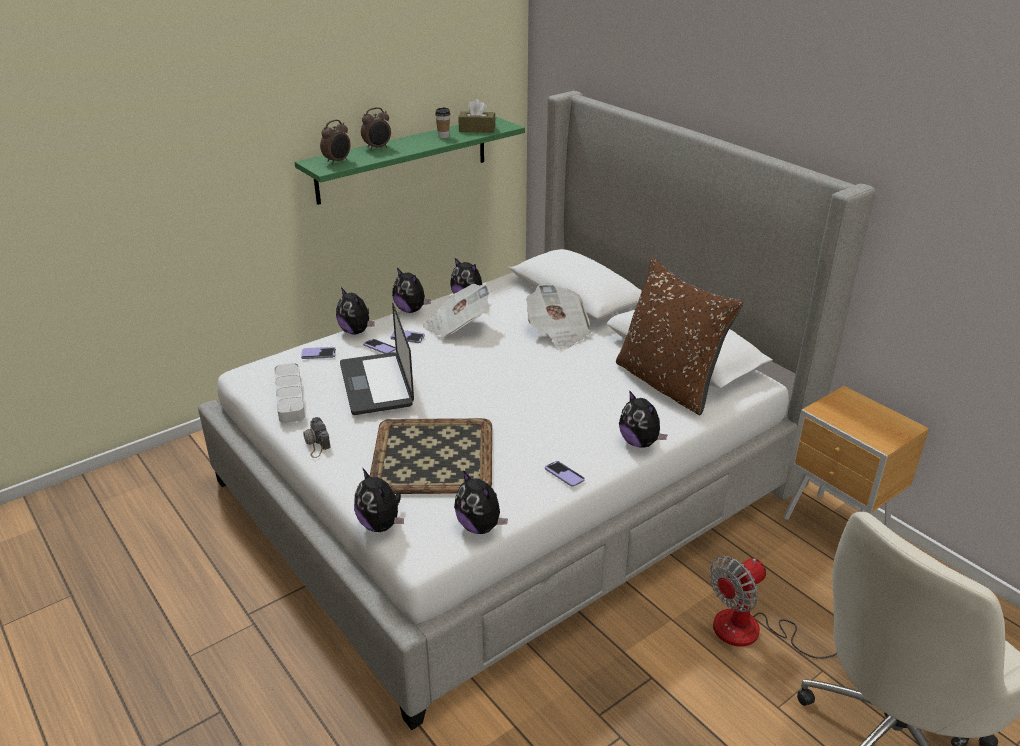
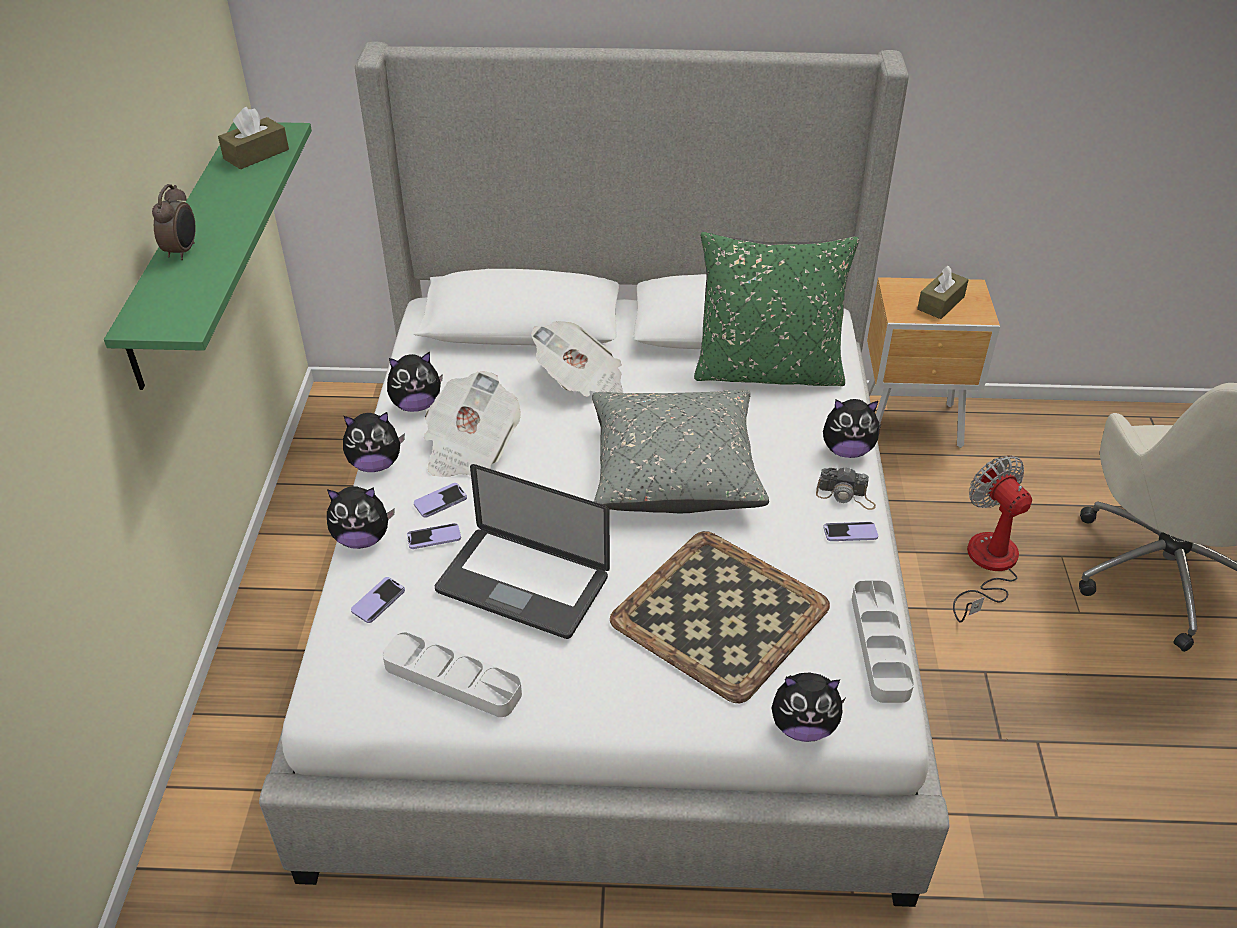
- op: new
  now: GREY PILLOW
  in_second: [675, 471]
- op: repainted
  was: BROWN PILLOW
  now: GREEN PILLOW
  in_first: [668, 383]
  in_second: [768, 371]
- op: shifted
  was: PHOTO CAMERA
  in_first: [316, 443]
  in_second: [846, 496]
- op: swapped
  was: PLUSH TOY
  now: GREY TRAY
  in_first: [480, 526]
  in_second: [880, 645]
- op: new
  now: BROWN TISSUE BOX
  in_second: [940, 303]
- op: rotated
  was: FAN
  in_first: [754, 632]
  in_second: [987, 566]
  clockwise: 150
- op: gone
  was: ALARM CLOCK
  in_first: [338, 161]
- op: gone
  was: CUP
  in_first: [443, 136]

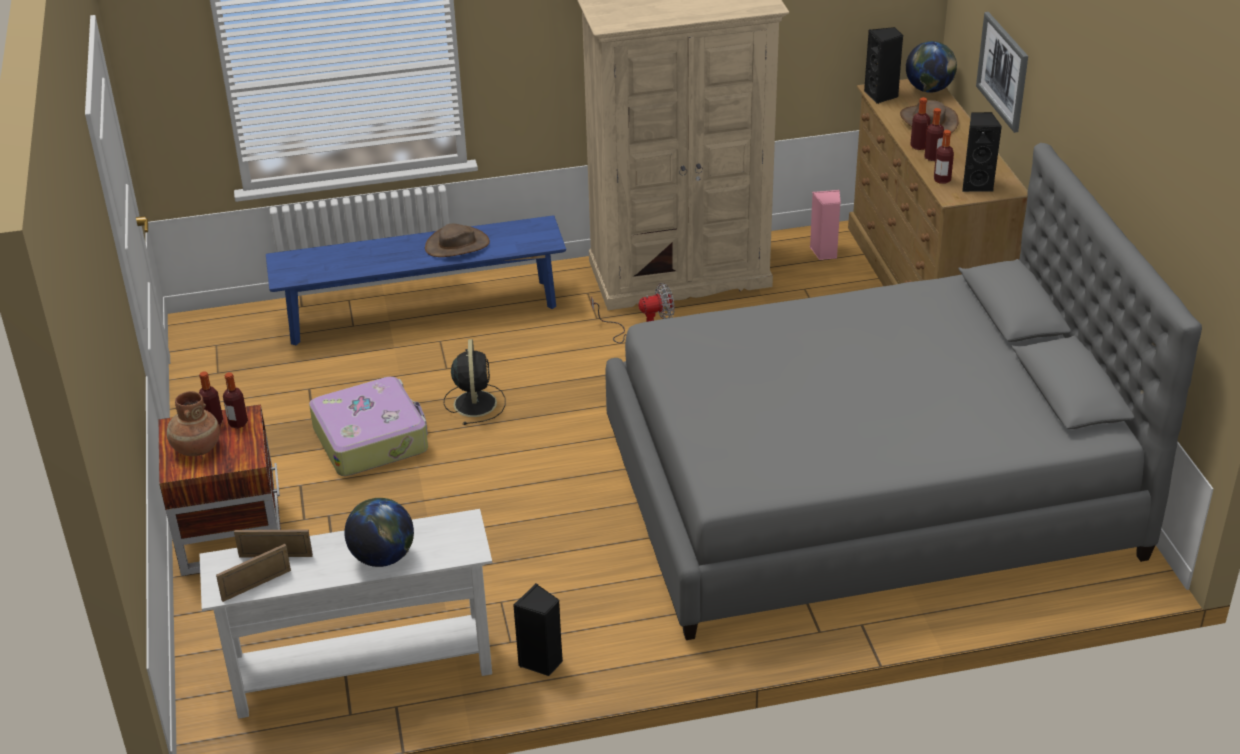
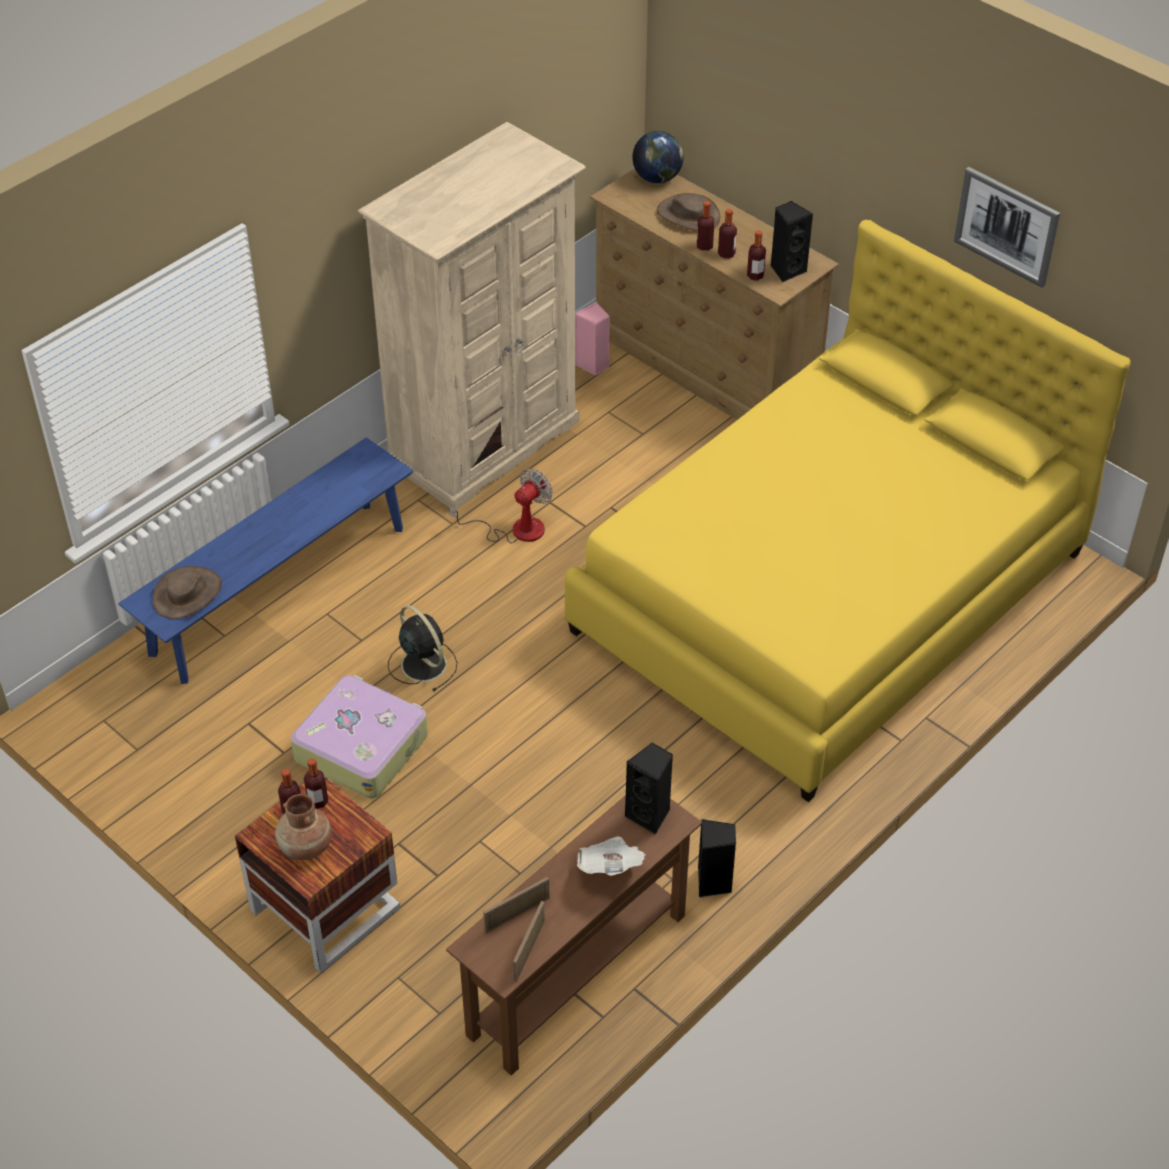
- op: shifted
  was: BROWN HAT
  in_first: [457, 245]
  in_second: [188, 594]
- op: repainted
  was: WHITE CONSOLE TABLE
  now: BROWN CONSOLE TABLE
  in_first: [363, 674]
  in_second: [578, 975]
- op: repainted
  was: GREY BED
  now: YELLOW BED
  in_first: [868, 491]
  in_second: [830, 592]
- op: swapped
  was: GLOBE
  now: NEWSPAPER
  in_first: [383, 557]
  in_second: [610, 867]
- op: shifted
  was: BLACK SPEAKER
  in_first: [882, 95]
  in_second: [650, 815]
- op: shifted
  was: PICTURE
  in_first: [1003, 71]
  in_second: [1007, 226]

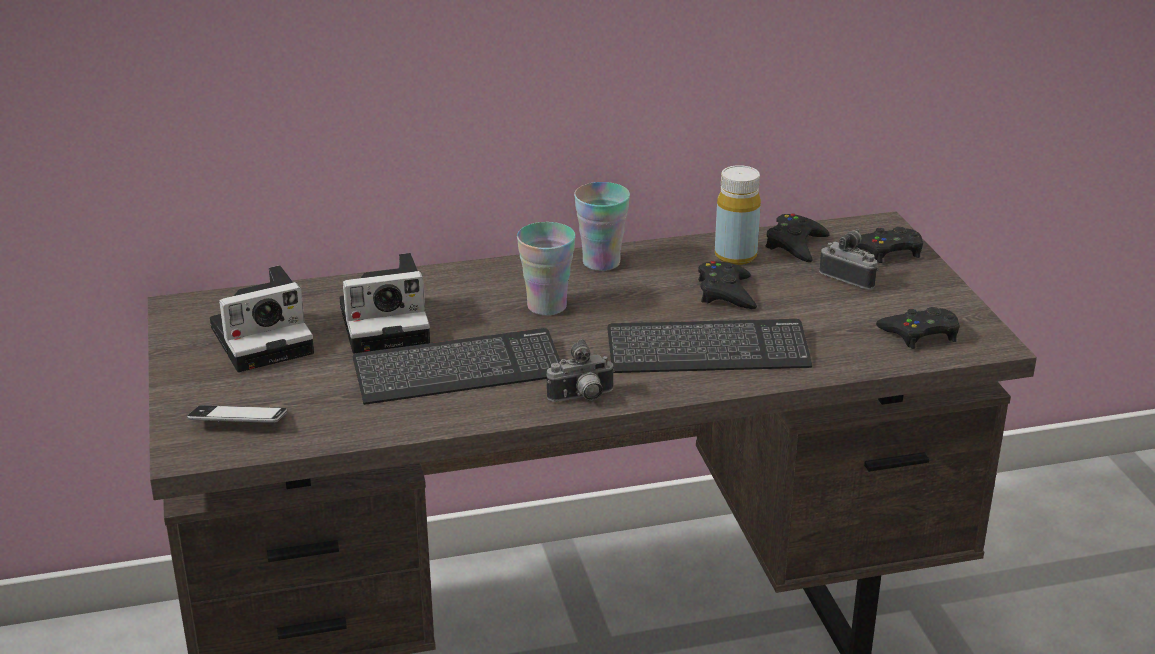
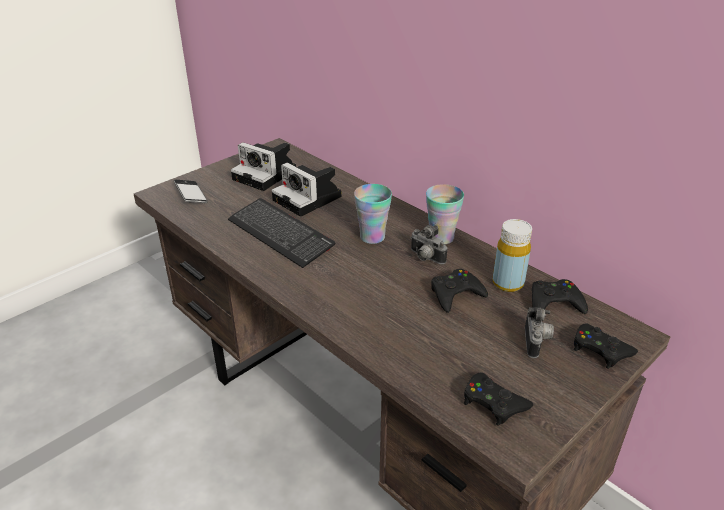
- op: shifted
  was: PHOTO CAMERA
  in_first: [582, 398]
  in_second: [425, 258]
- op: gone
  was: KEYBOARD
  in_first: [707, 351]

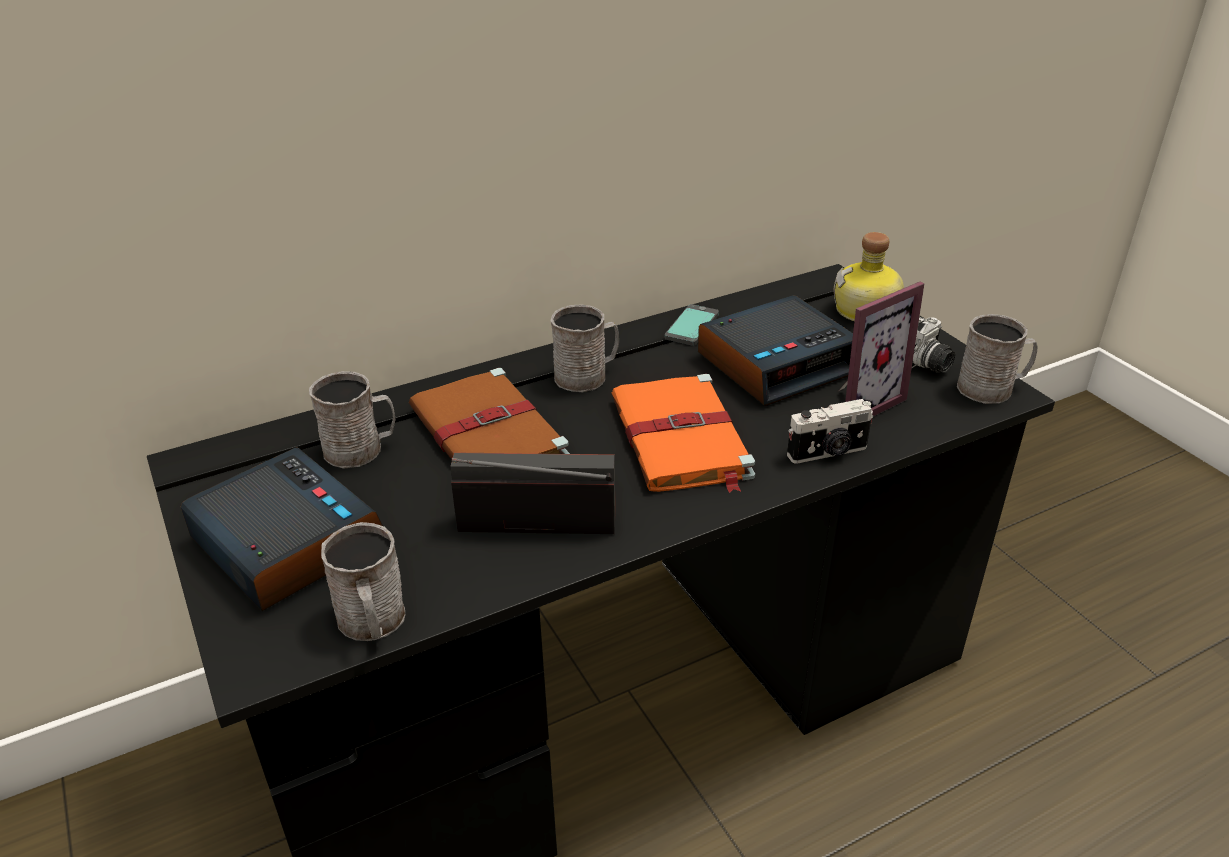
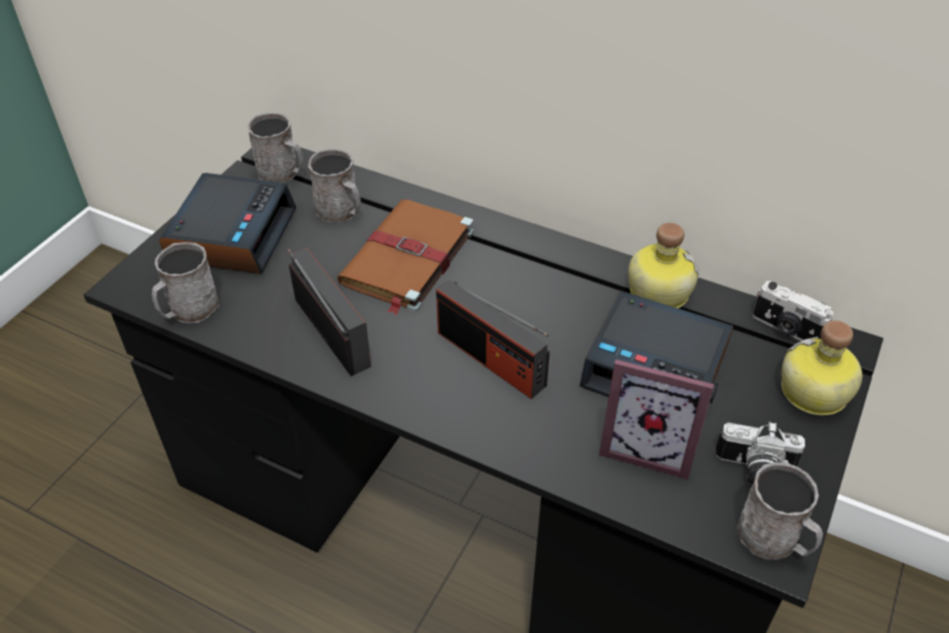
- op: shifted
  was: GREY MUG
  in_first: [587, 376]
  in_second: [282, 173]
- op: swapped
  was: ORANGE BOOK
  now: RADIO
  in_first: [681, 439]
  in_second: [491, 359]
- op: swapped
  was: PHONE
  now: BOTTLE
  in_first: [691, 326]
  in_second: [657, 291]
- op: shifted
  was: PHOTO CAMERA
  in_first: [828, 453]
  in_second: [786, 330]

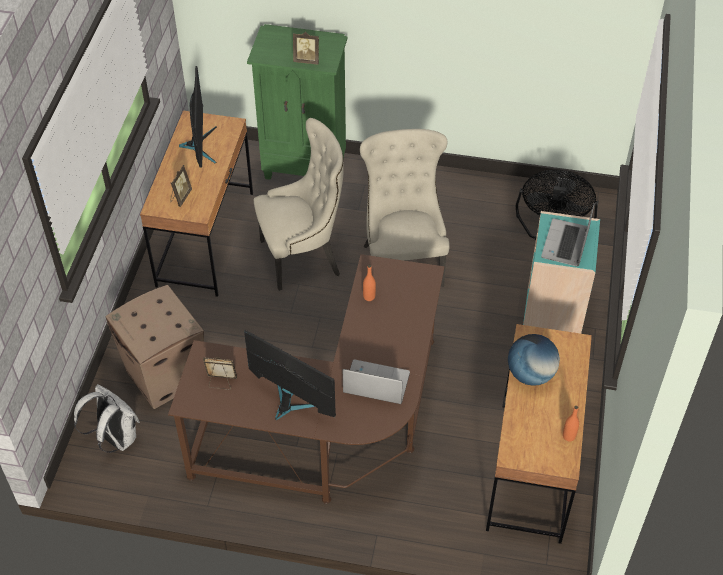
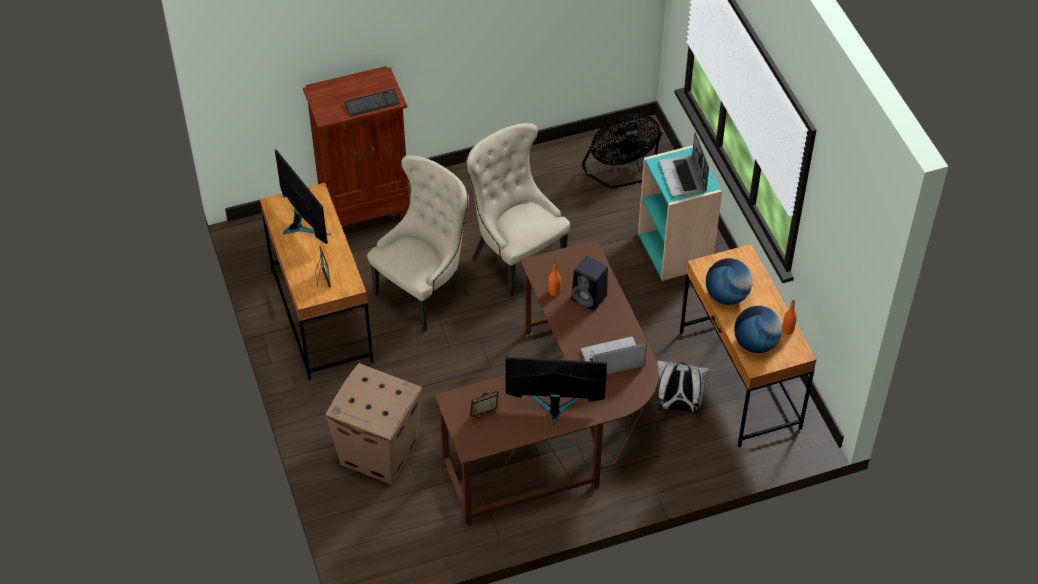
- op: repainted
  was: GREEN CABINET
  now: BROWN CABINET
  in_first: [304, 170]
  in_second: [365, 213]
- op: swapped
  was: PICTURE FRAME
  now: KEYBOARD
  in_first: [307, 60]
  in_second: [372, 104]
- op: new
  now: BLACK SPEAKER
  in_second: [590, 298]
- op: shifted
  was: WHITE BACKPACK
  in_first: [115, 438]
  in_second: [678, 406]
- op: new
  now: GLOBE
  in_second: [755, 344]

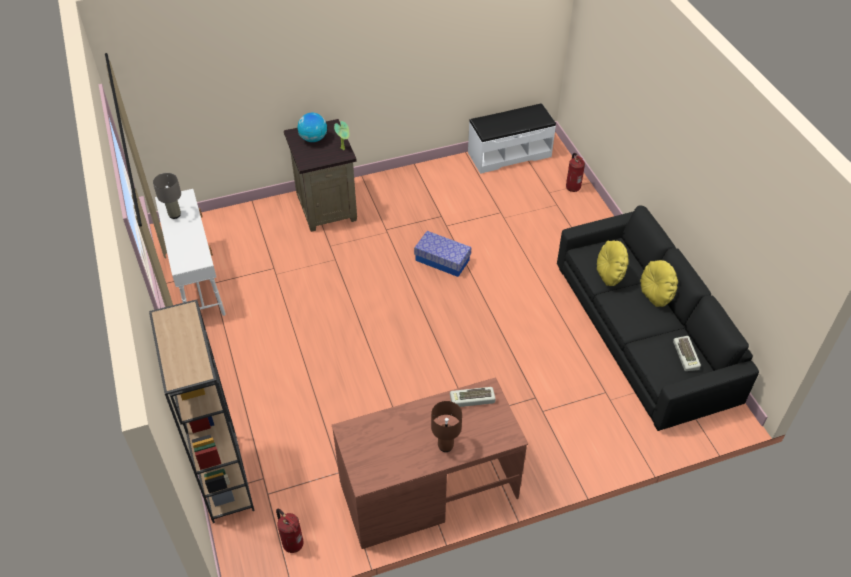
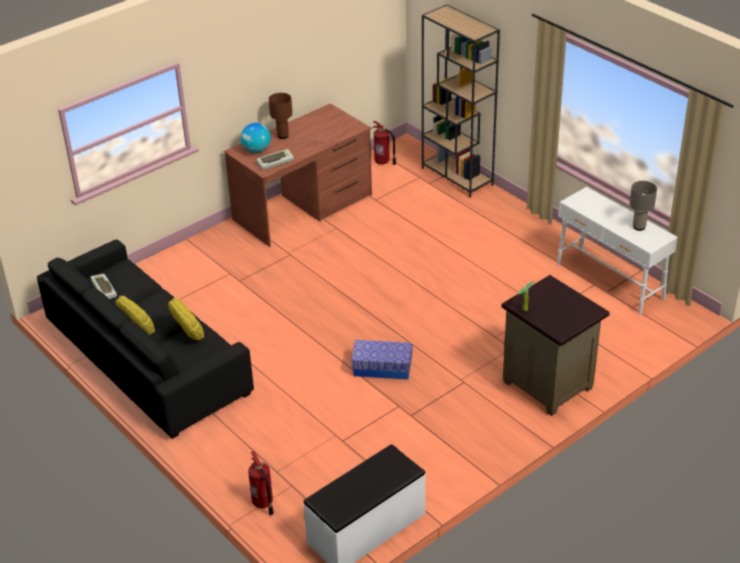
- op: shifted
  was: GLOBE
  in_first: [313, 139]
  in_second: [257, 150]

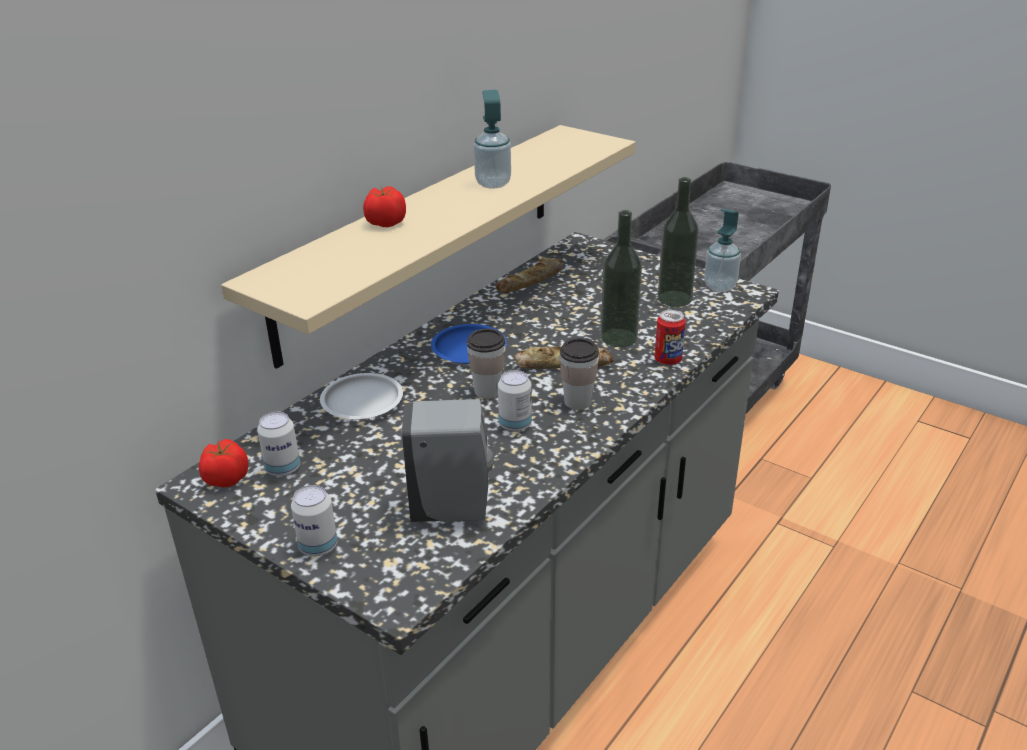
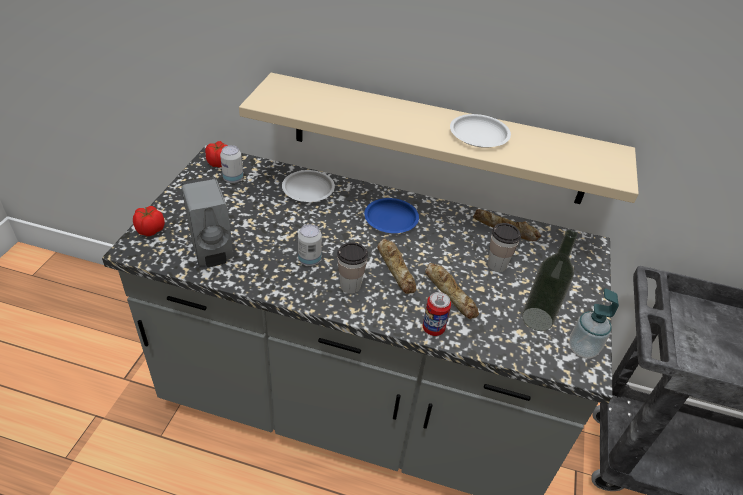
- op: shifted
  was: TOMATO
  in_first: [385, 223]
  in_second: [150, 230]
- op: swapped
  was: BOTTLE
  now: BREAD
  in_first: [618, 338]
  in_second: [450, 293]
- op: swapped
  was: SOAP DISPENSER
  now: WHITE PLATE
  in_first: [493, 183]
  in_second: [478, 135]
- op: shifted
  was: CUP
  in_first: [487, 391]
  in_second: [497, 265]
- op: gone
  was: CAN
  in_first: [318, 547]

